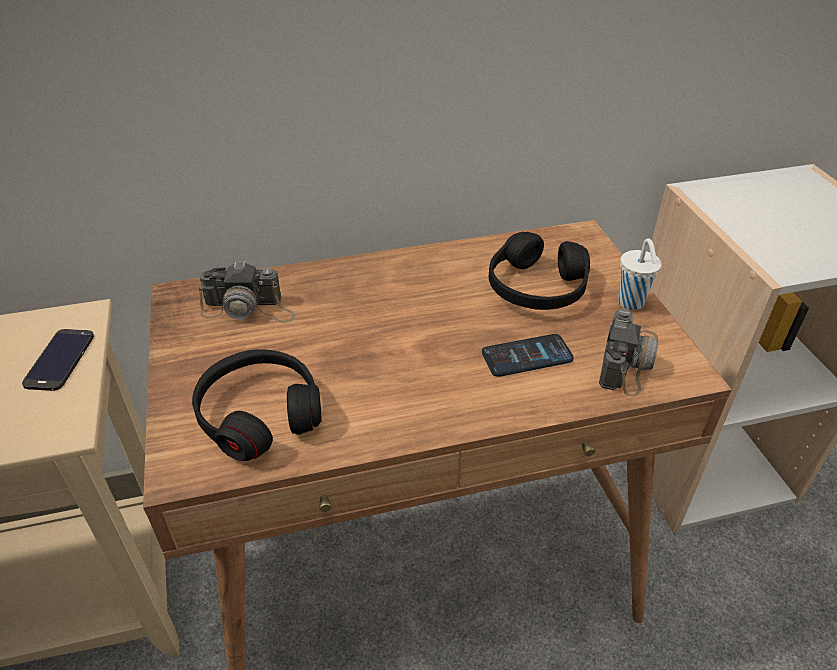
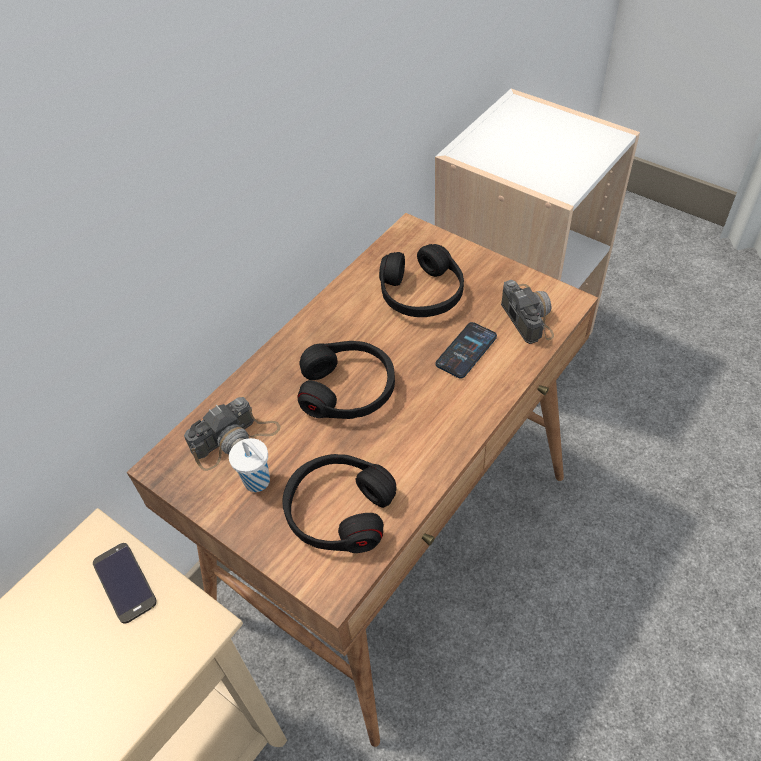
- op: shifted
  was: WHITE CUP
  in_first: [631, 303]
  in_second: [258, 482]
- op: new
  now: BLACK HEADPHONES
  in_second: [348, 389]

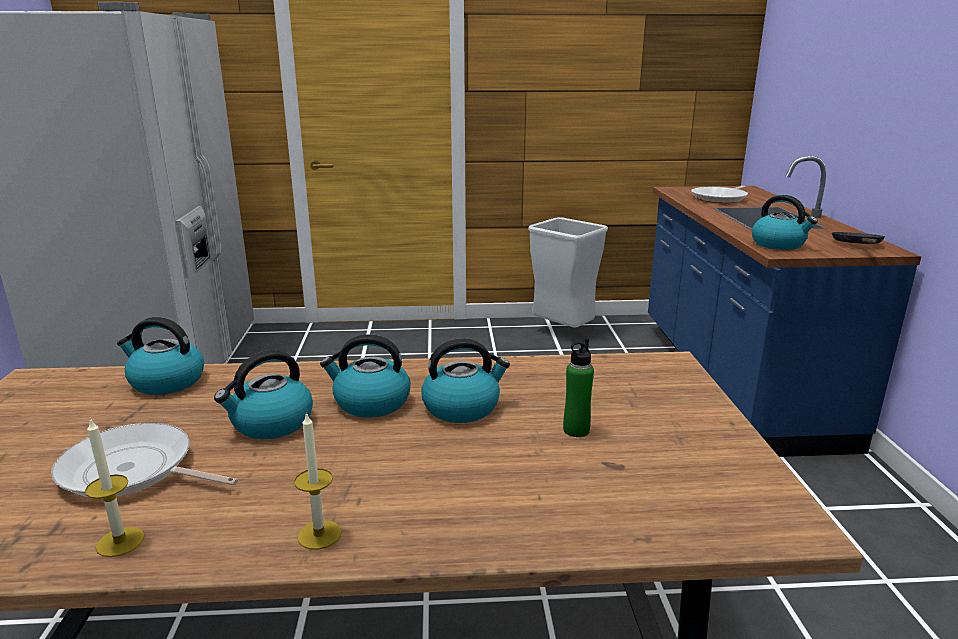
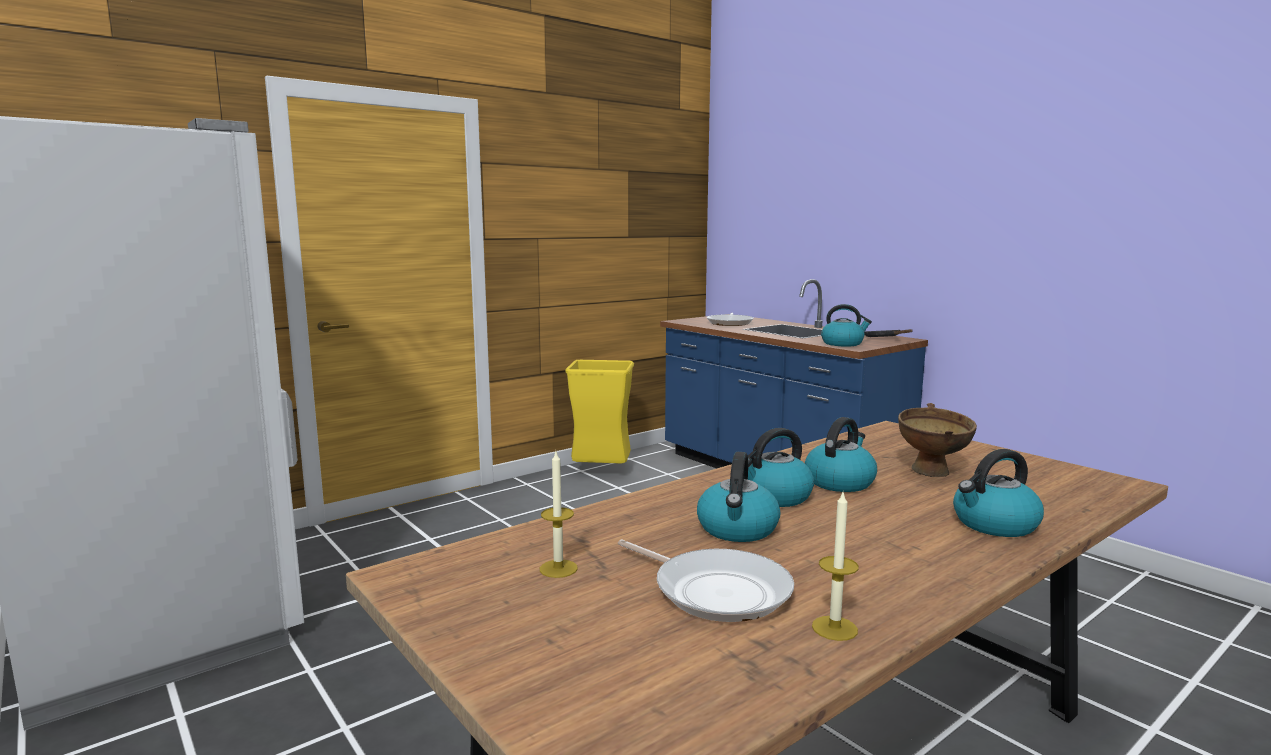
- op: shifted
  was: CANDLE
  in_first: [319, 535]
  in_second: [558, 568]
- op: repainted
  was: GREY TRASH CAN
  now: YELLOW TRASH CAN
  in_first: [563, 333]
  in_second: [602, 474]
- op: rotated
  was: FRYING PAN
  in_first: [133, 471]
  in_second: [716, 591]
  clockwise: -120
- op: swapped
  was: GREEN BOTTLE
  now: BROWN BOWL
  in_first: [576, 430]
  in_second: [932, 474]
- op: shifted
  was: KETTLE
  in_first: [166, 382]
  in_second: [994, 524]

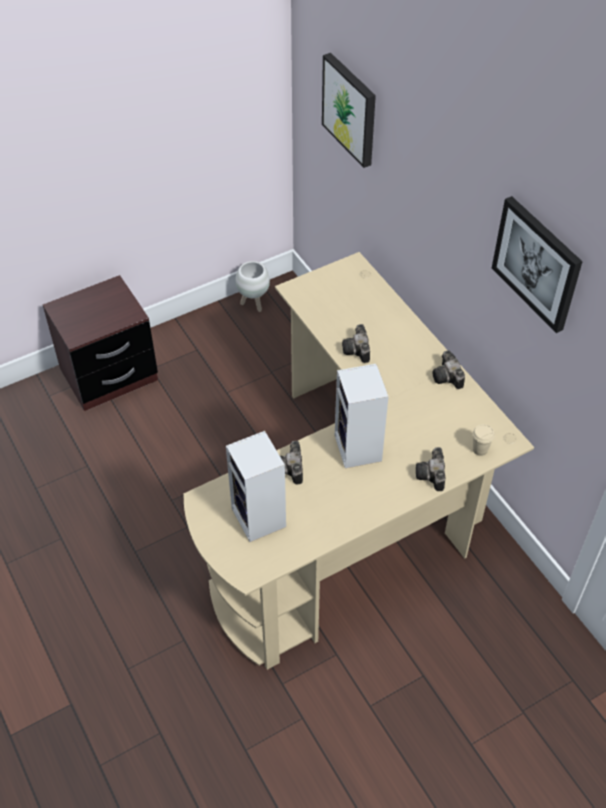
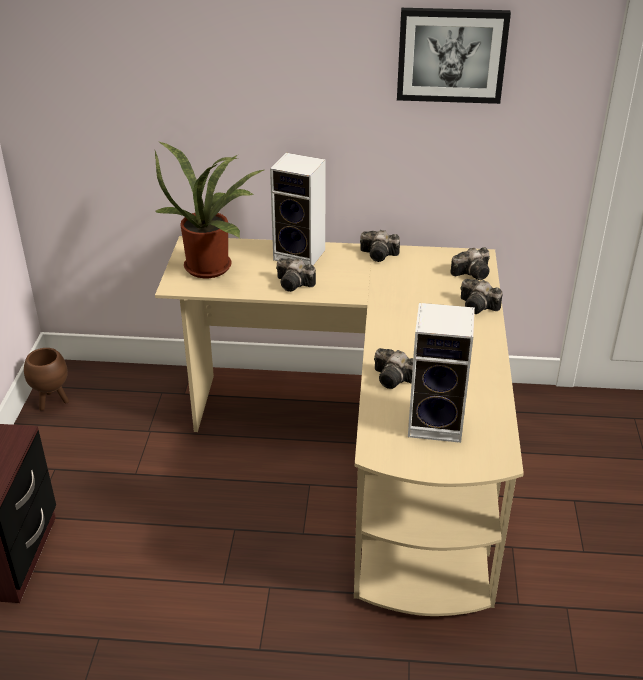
- op: repainted
  was: WHITE PLANTER
  now: BROWN PLANTER
  in_first: [253, 304]
  in_second: [52, 402]
- op: new
  now: POTTED PLANT
  in_second: [212, 266]
- op: shifted
  was: SPEAKER
  in_first: [359, 449]
  in_second: [301, 255]
- op: swapped
  was: BEIGE CUP
  now: PHOTO CAMERA
  in_first: [480, 450]
  in_second: [473, 273]
- op: gone
  was: PICTURE
  in_first: [351, 109]

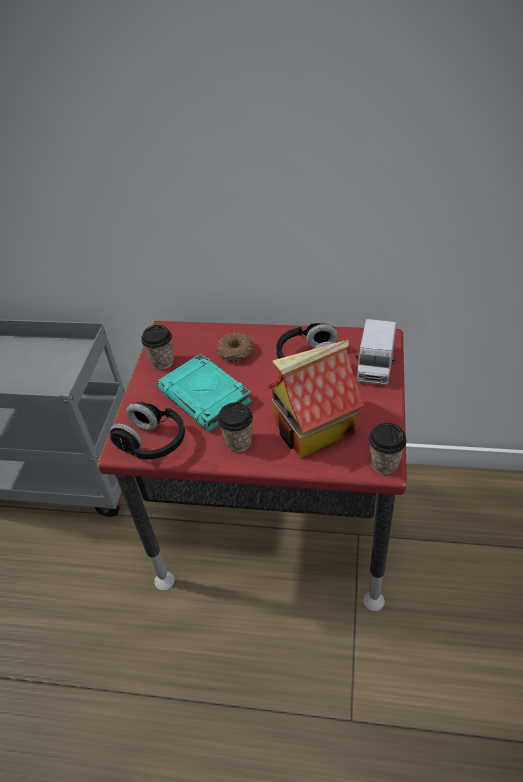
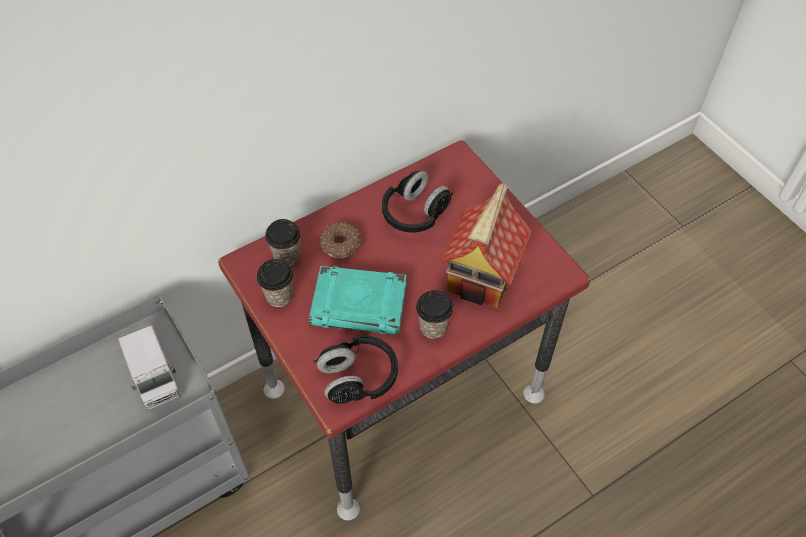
- op: shifted
  was: TOY TRUCK
  in_first: [375, 364]
  in_second: [154, 377]
- op: shifted
  was: CUP
  in_first: [384, 463]
  in_second: [286, 256]

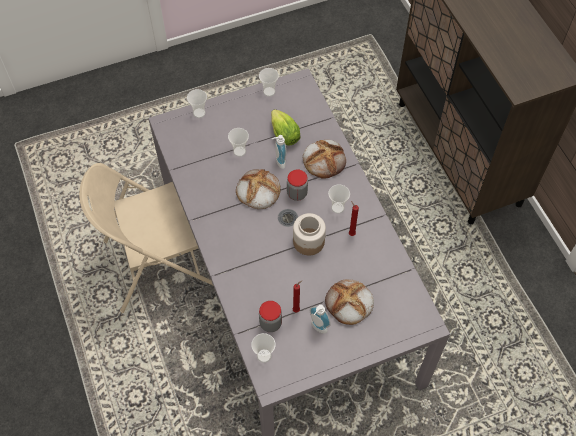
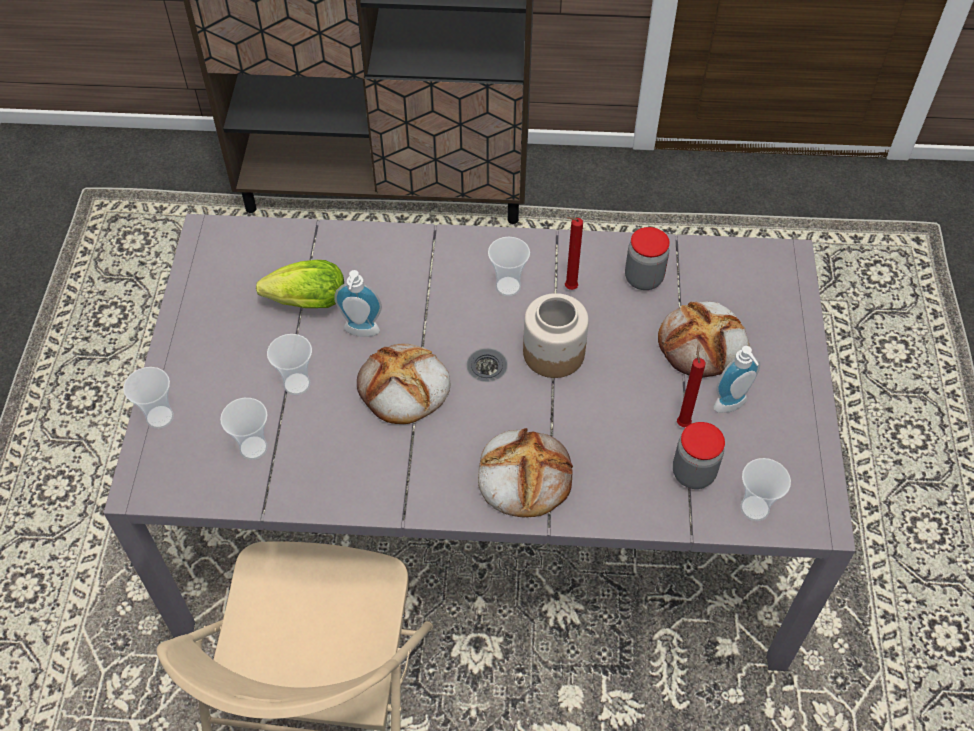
- op: shifted
  was: CUP
  in_first: [269, 91]
  in_second: [253, 448]
- op: shifted
  was: BREAD
  in_first: [324, 160]
  in_second: [523, 475]
- op: shifted
  was: JAR
  in_first: [297, 193]
  in_second: [643, 278]

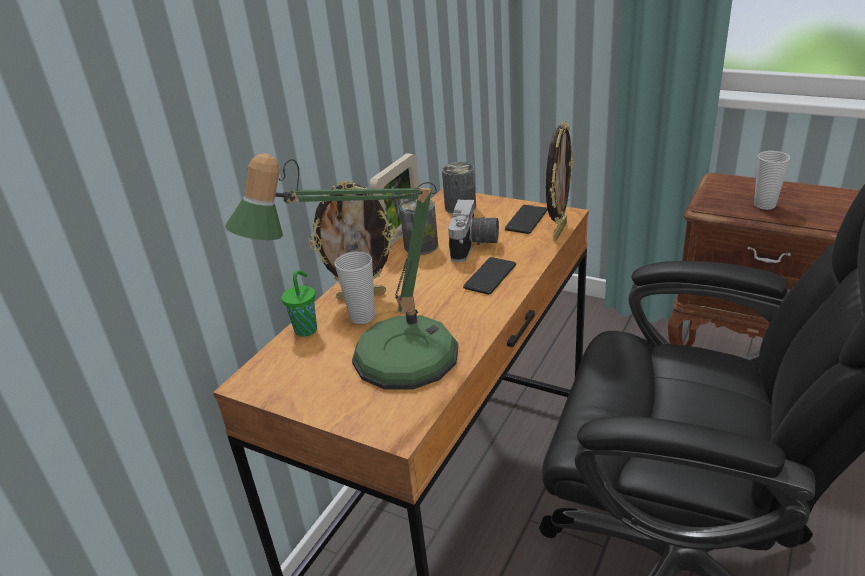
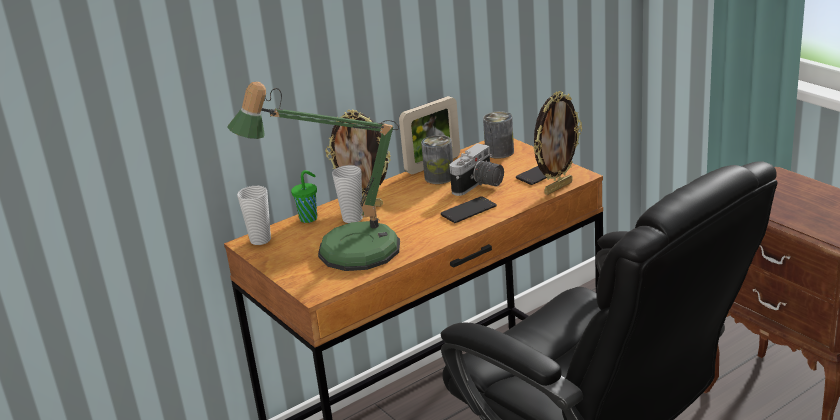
- op: shifted
  was: CUP
  in_first: [764, 205]
  in_second: [260, 240]

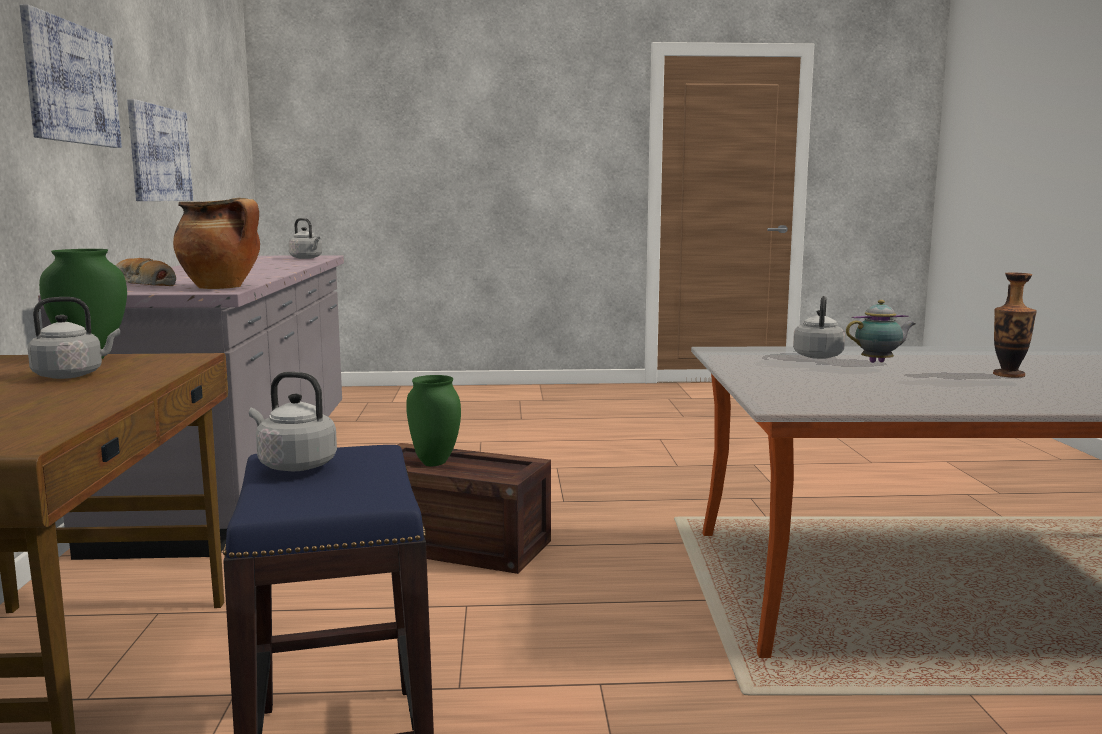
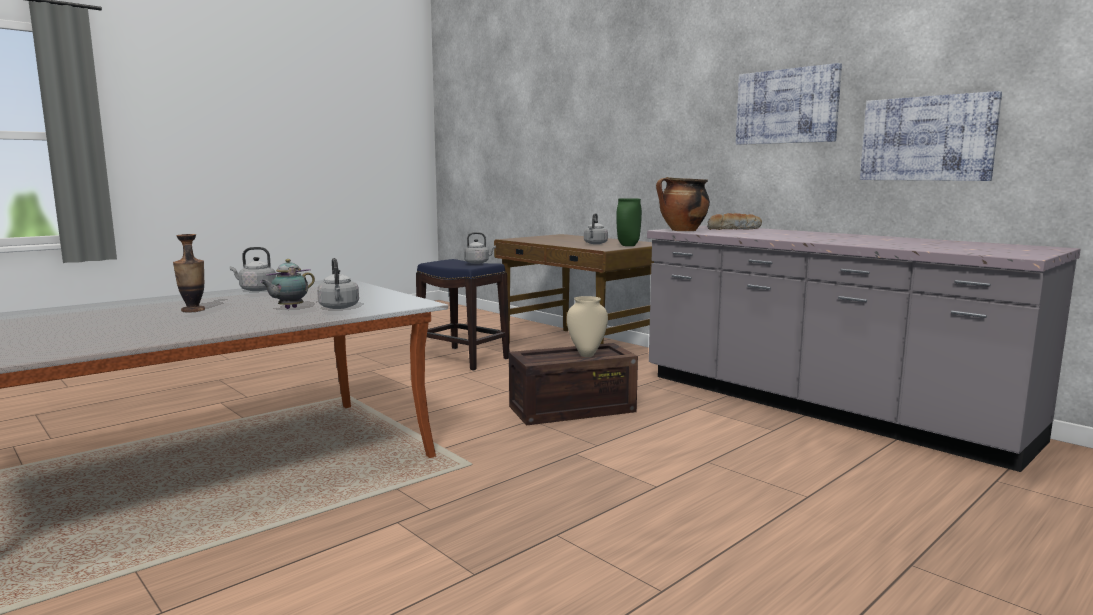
- op: shifted
  was: GREY KETTLE
  in_first: [307, 258]
  in_second: [256, 290]
- op: repainted
  was: GREEN VASE
  now: BEIGE VASE
  in_first: [435, 462]
  in_second: [586, 355]

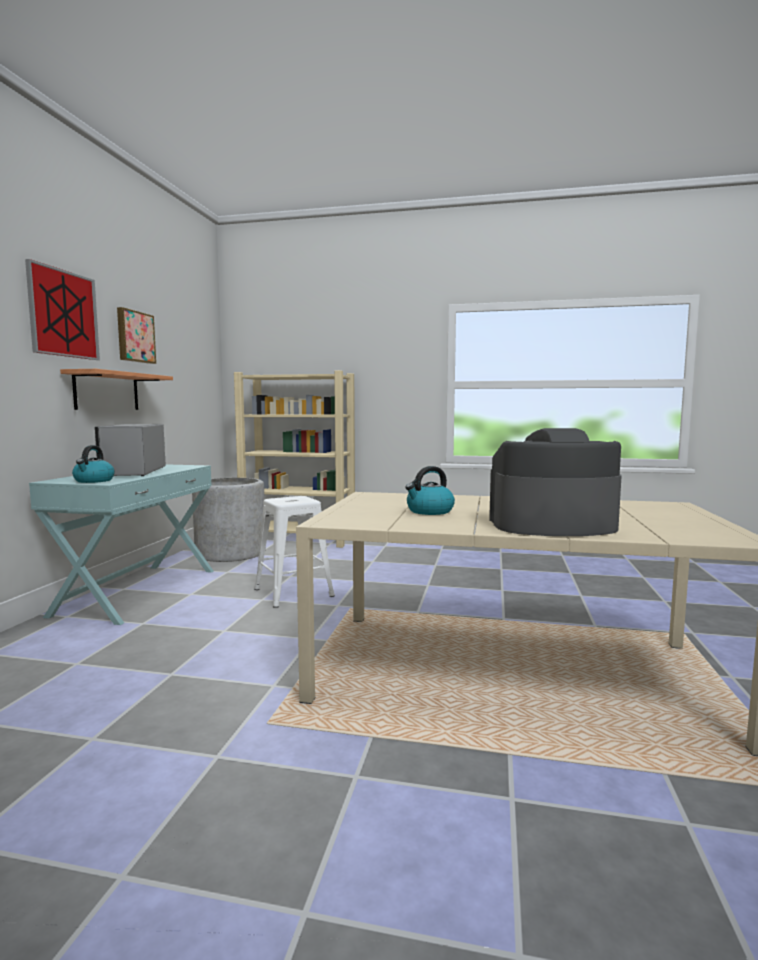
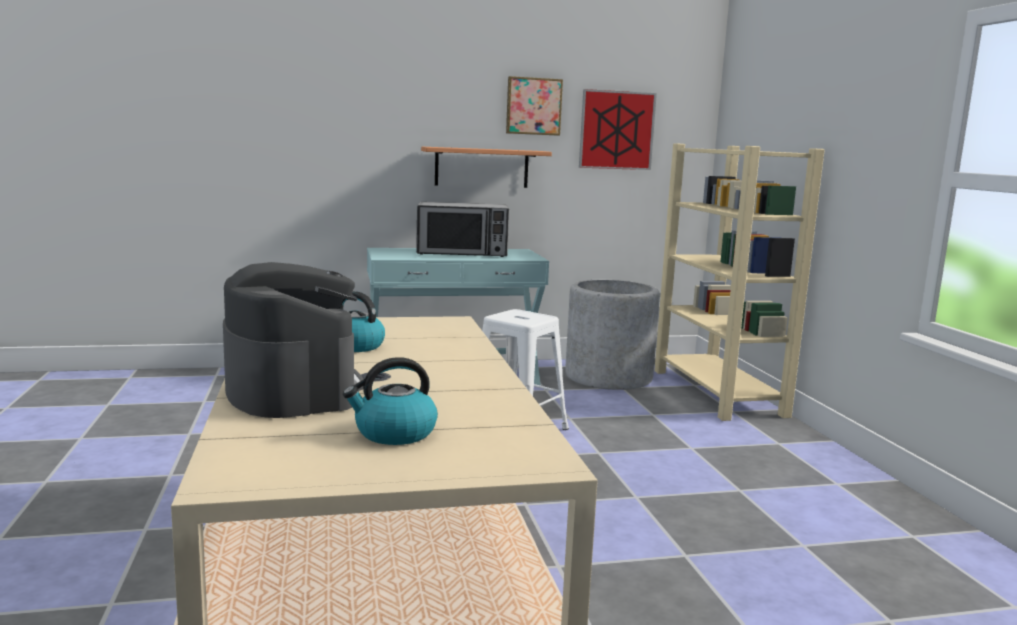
- op: shifted
  was: KETTLE
  in_first: [94, 481]
  in_second: [394, 433]
- op: rotated
  was: MICROWAVE
  in_first: [134, 471]
  in_second: [462, 253]
  clockwise: -150
- op: shifted
  was: PICTURE
  in_first: [63, 313]
  in_second: [616, 130]

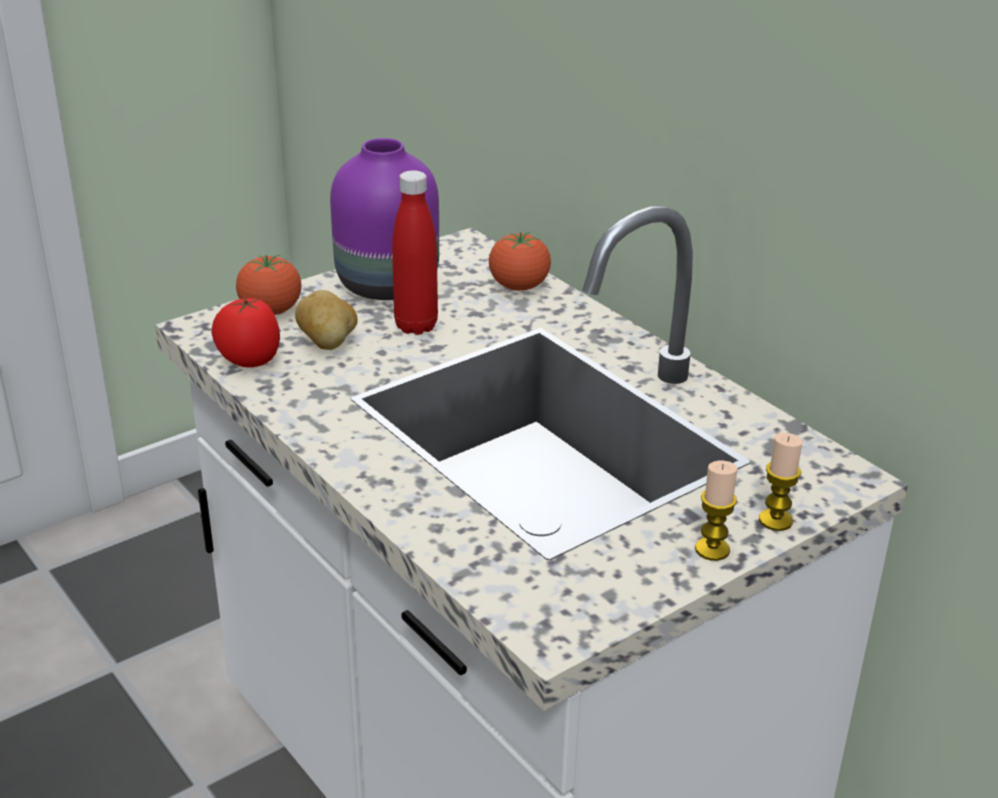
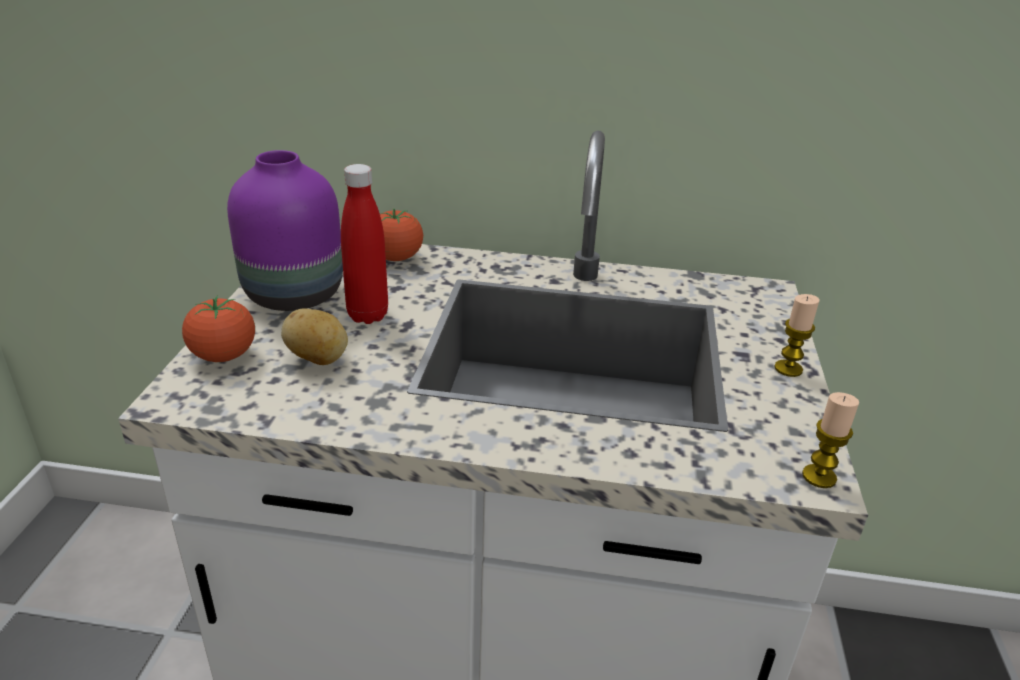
- op: shifted
  was: CANDLE
  in_first: [775, 520]
  in_second: [819, 477]
- op: gone
  was: TOMATO
  in_first: [249, 361]

